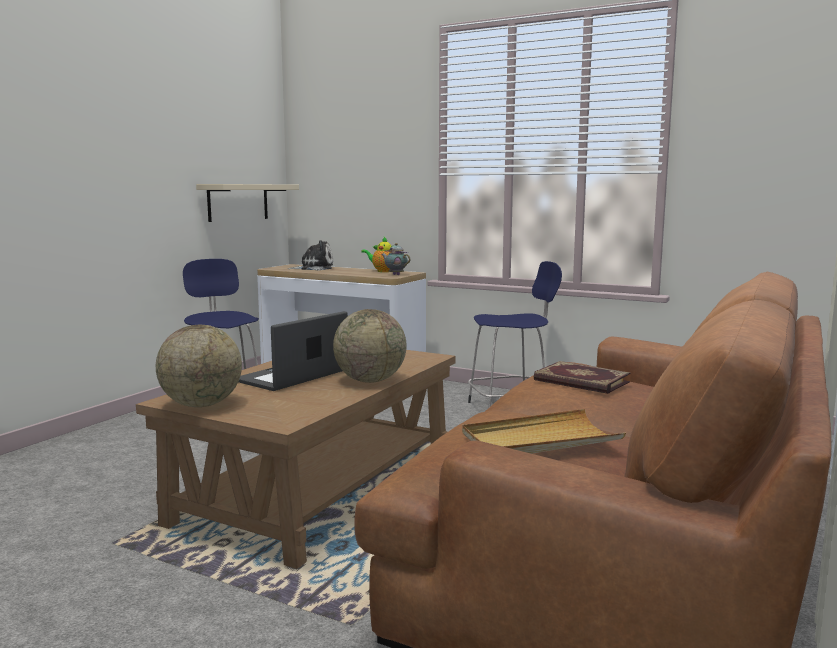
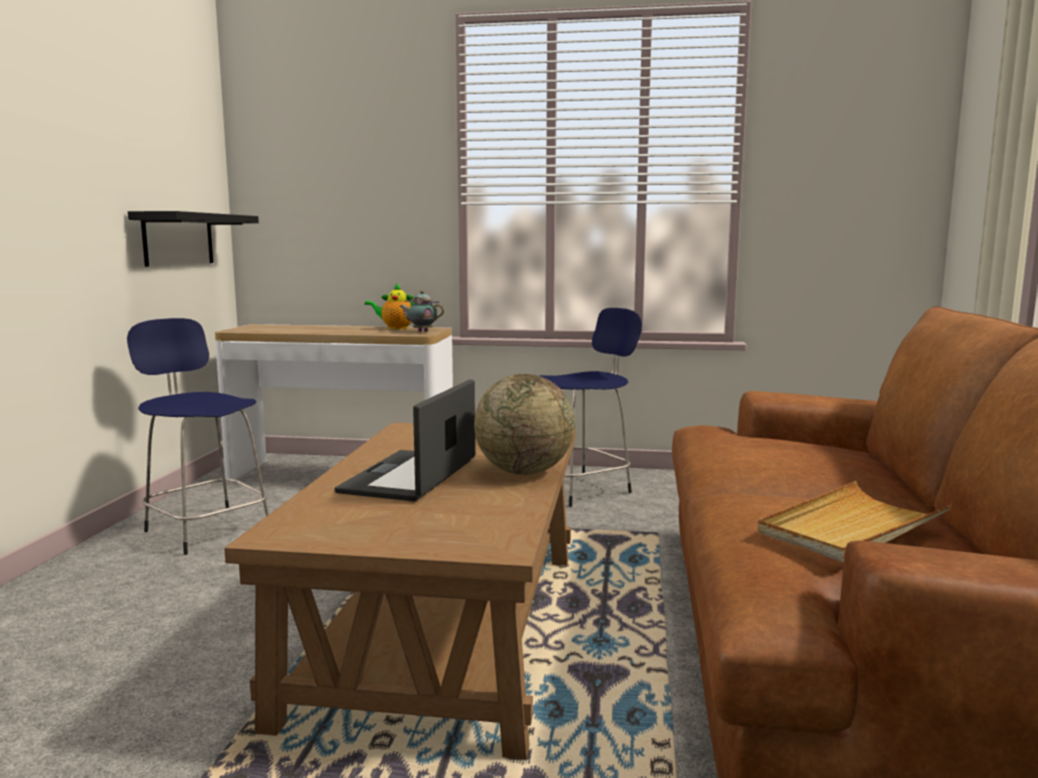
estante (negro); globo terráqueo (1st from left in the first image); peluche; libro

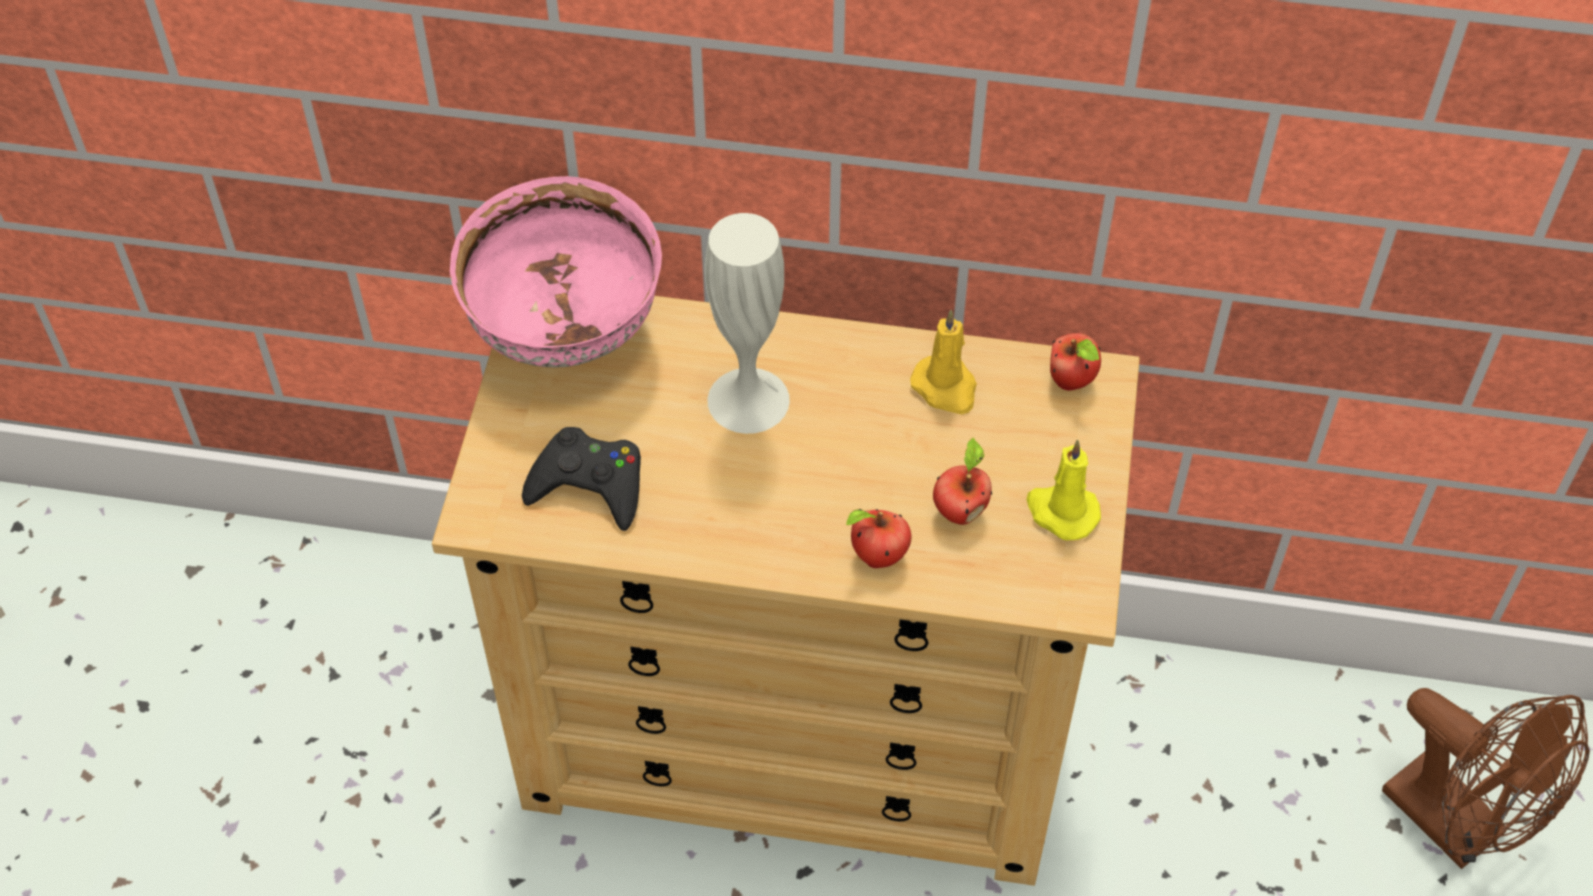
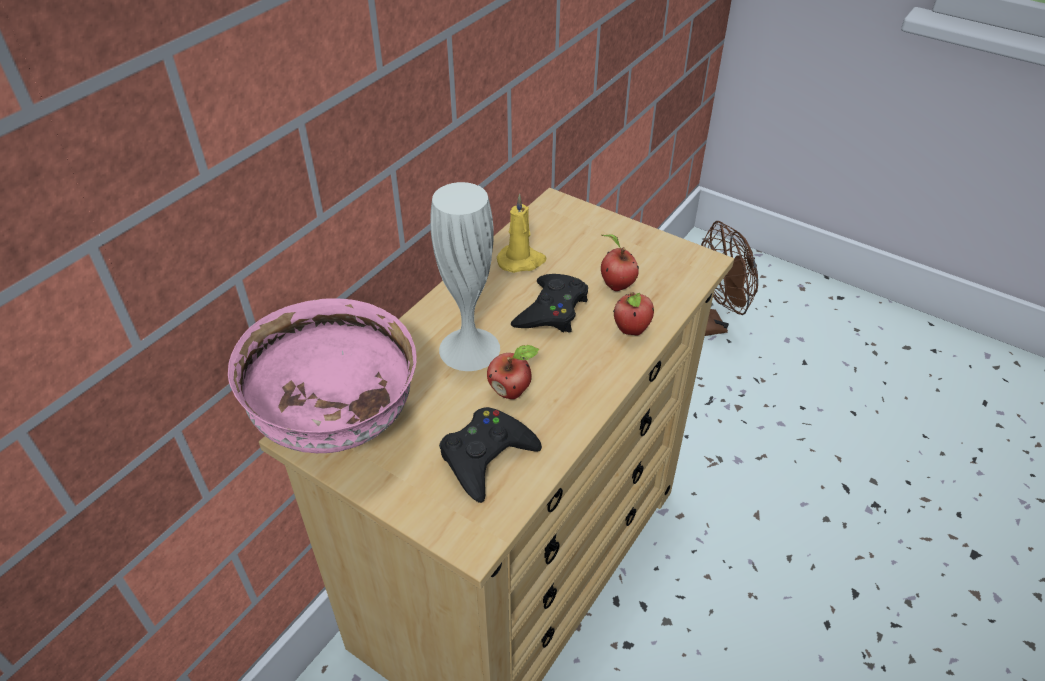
manzana (1st from left); mando de consola (negro) (2nd from left); vela (amarillo) (2nd from left in the first image)

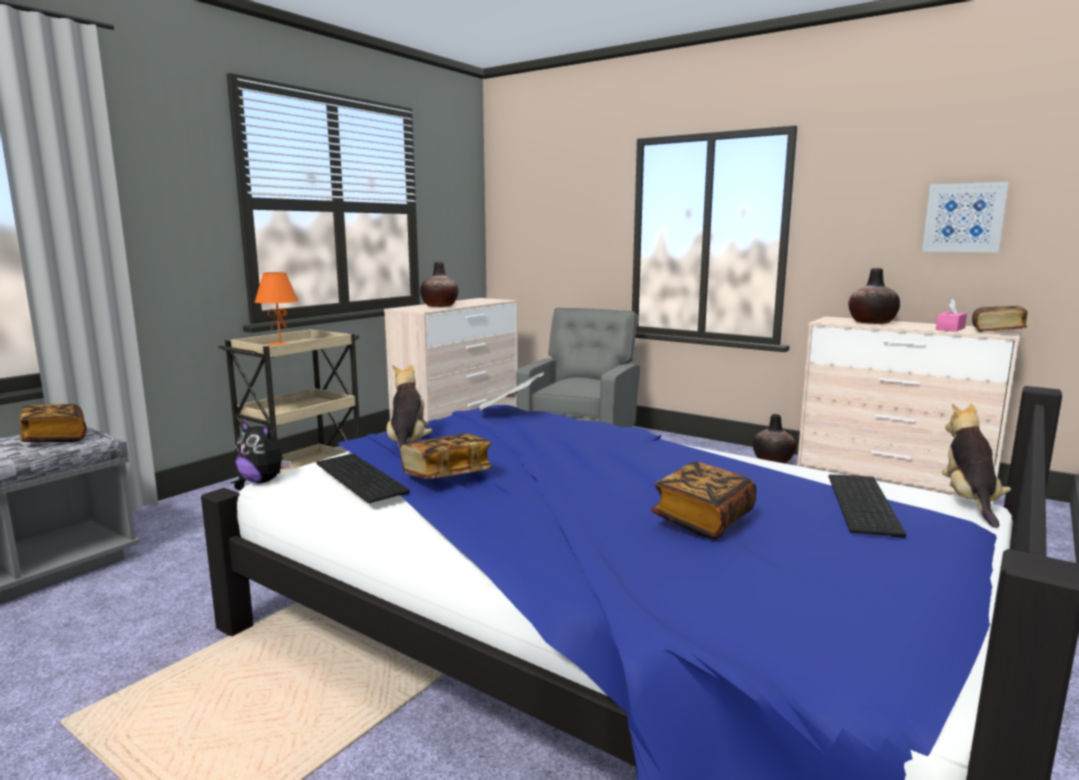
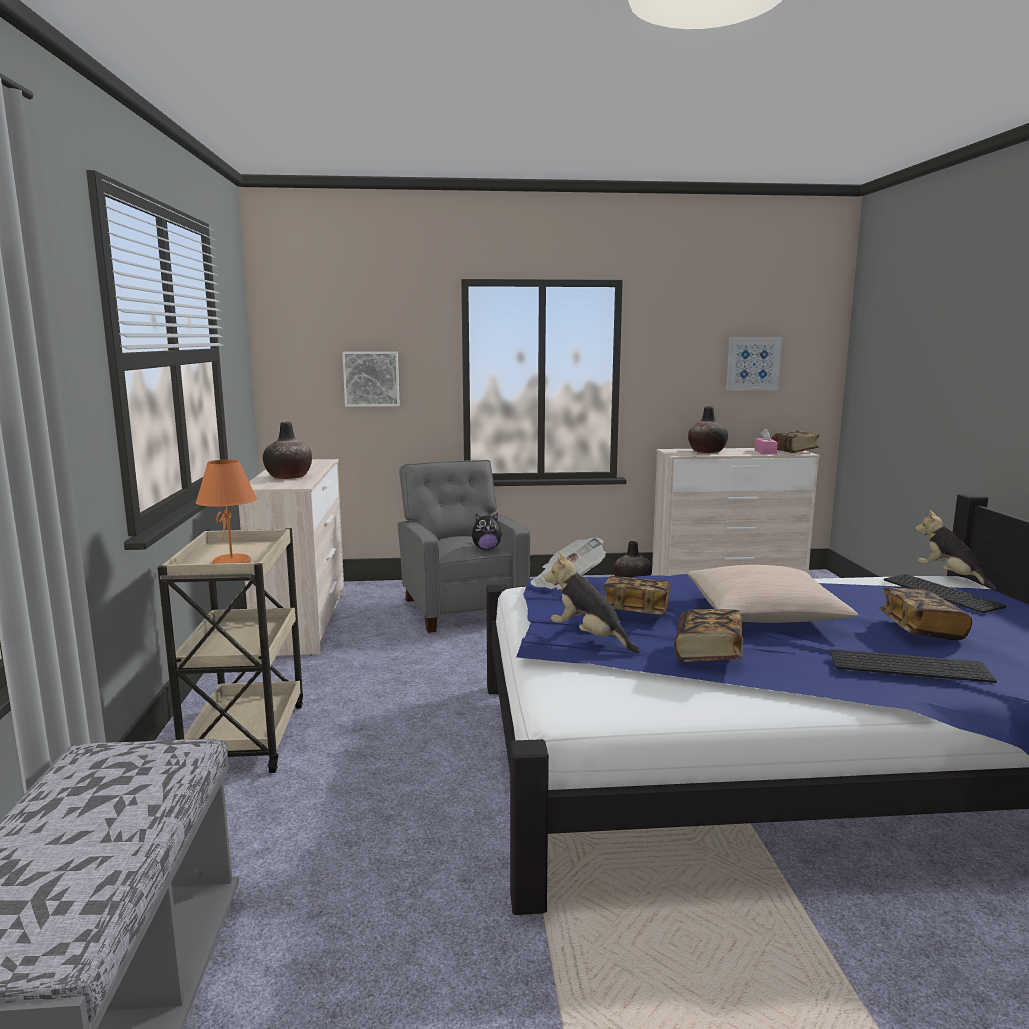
cuadro (1st from left); peluche (1st from left); libro (1st from left); cojín (beis); teclado (1st from left)

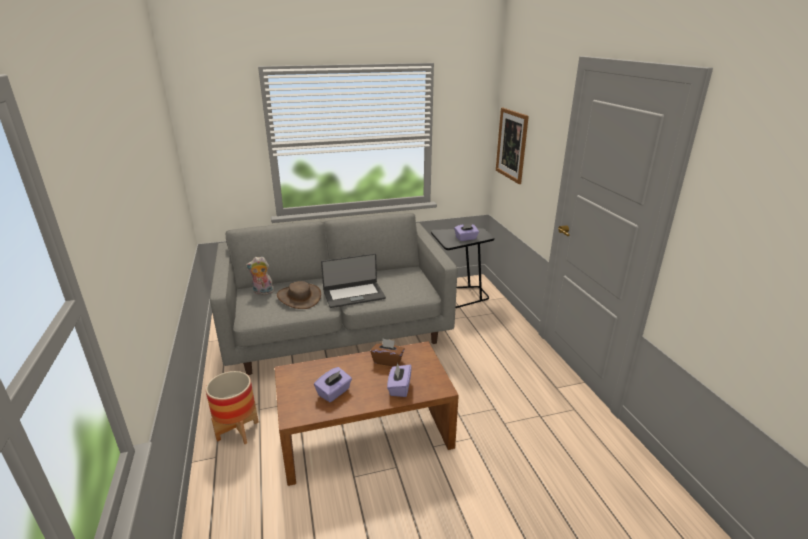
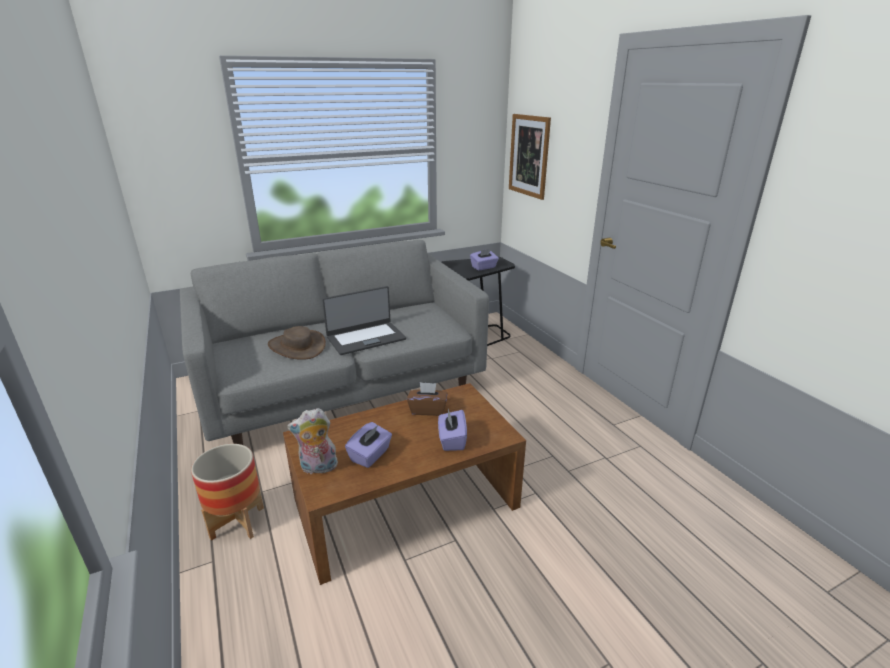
peluche

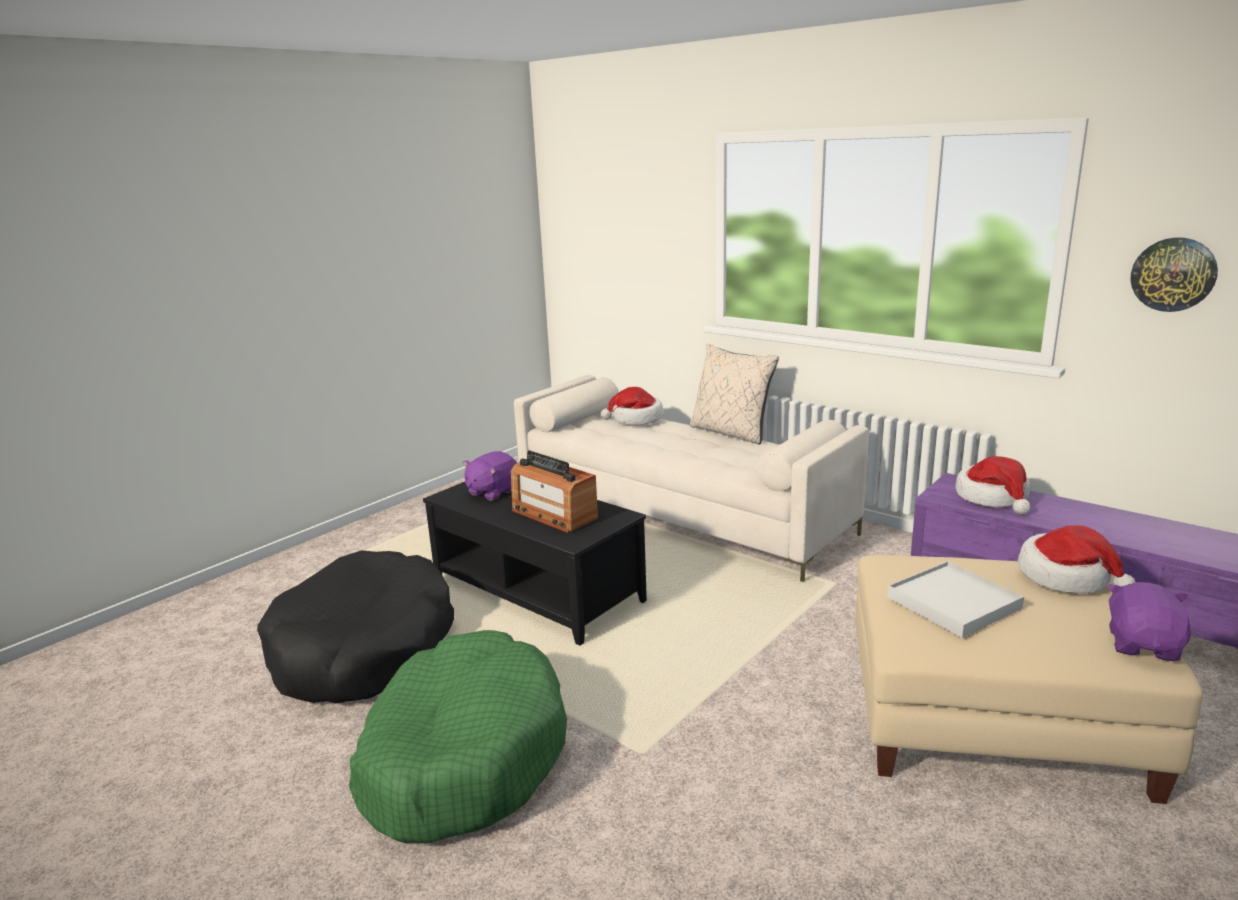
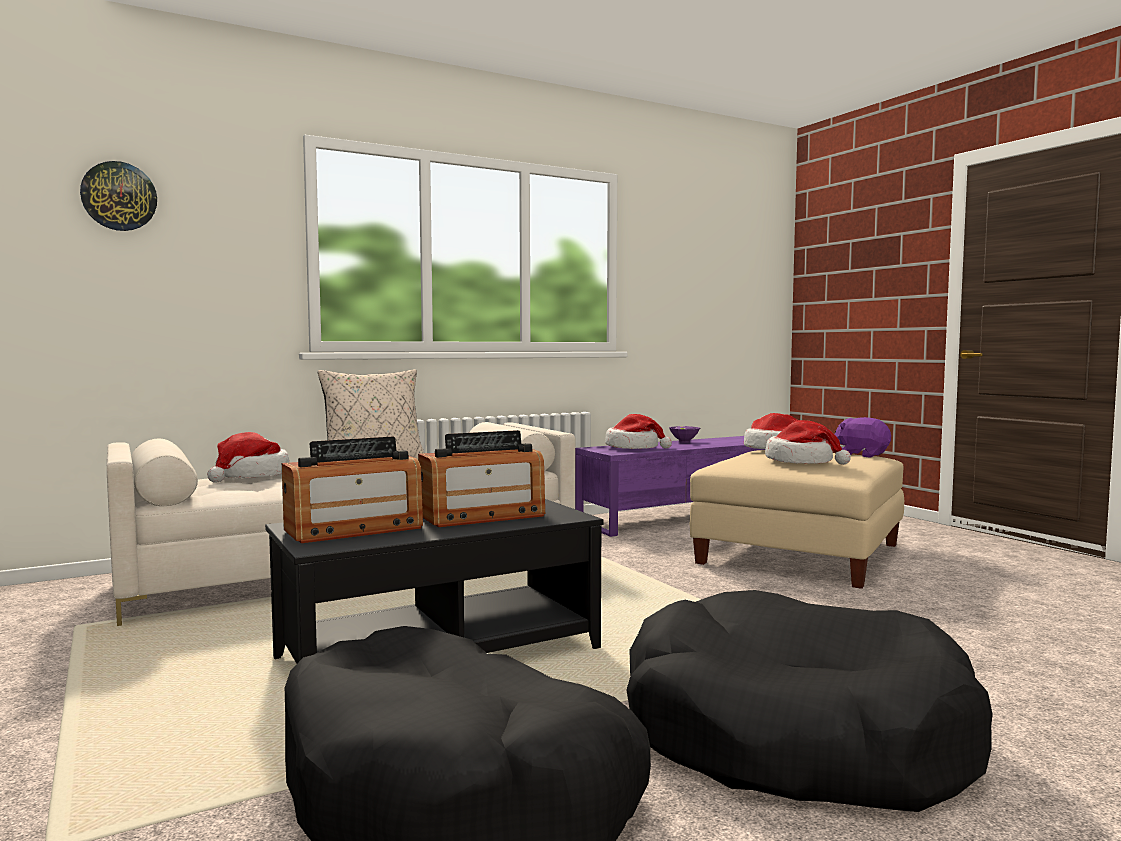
reloj de pared; radio (1st from left); cama para perro (negro) (2nd from left); cuenco (morado); sombrero (4th from left)

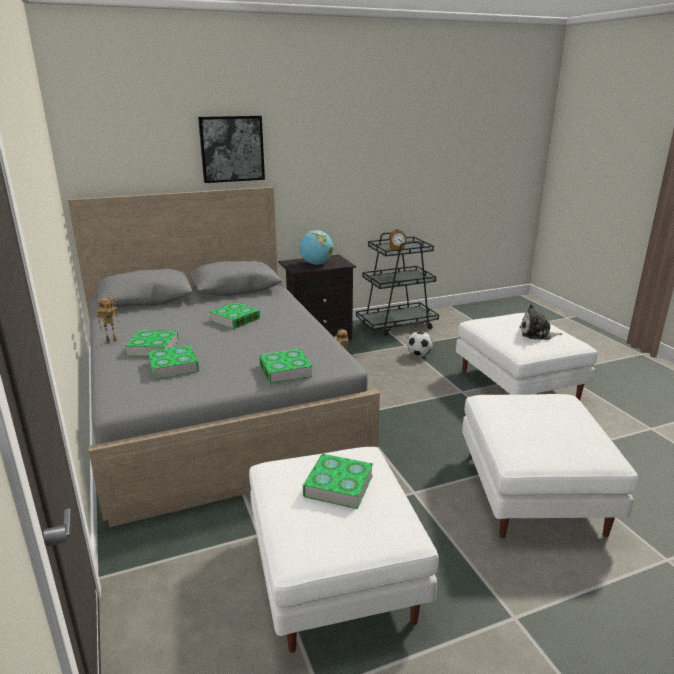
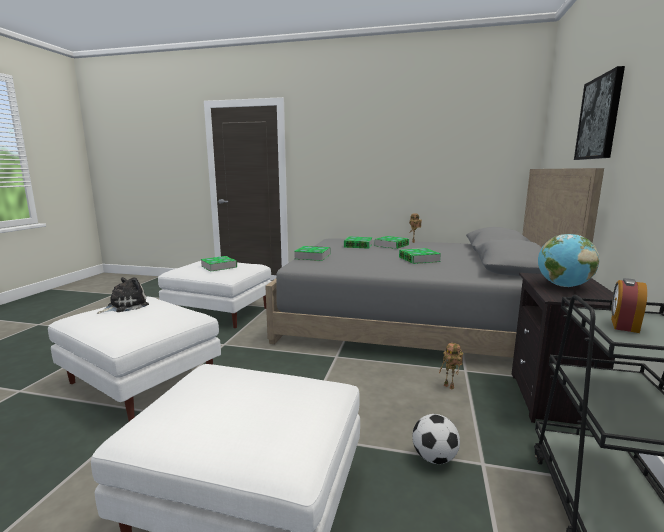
peluche

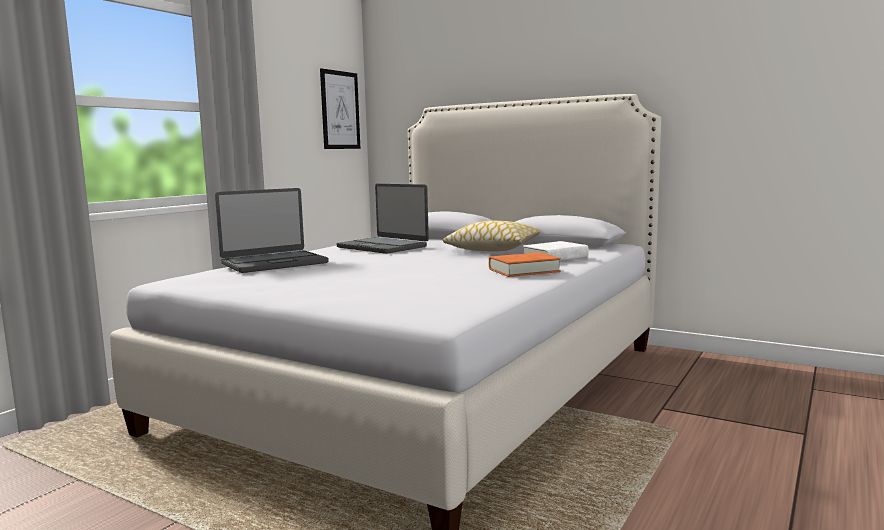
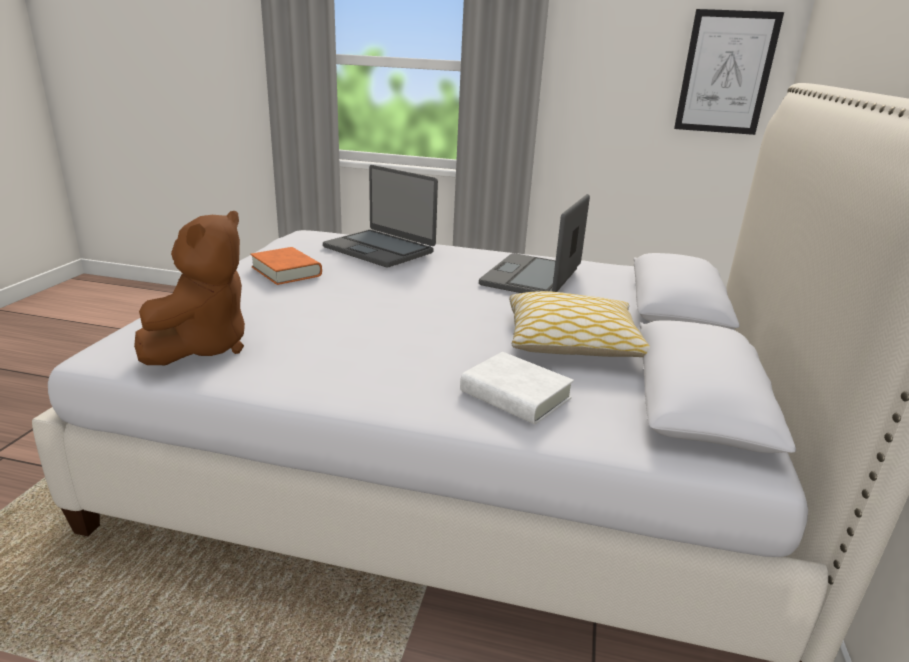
peluche (marrón); libro (naranja)

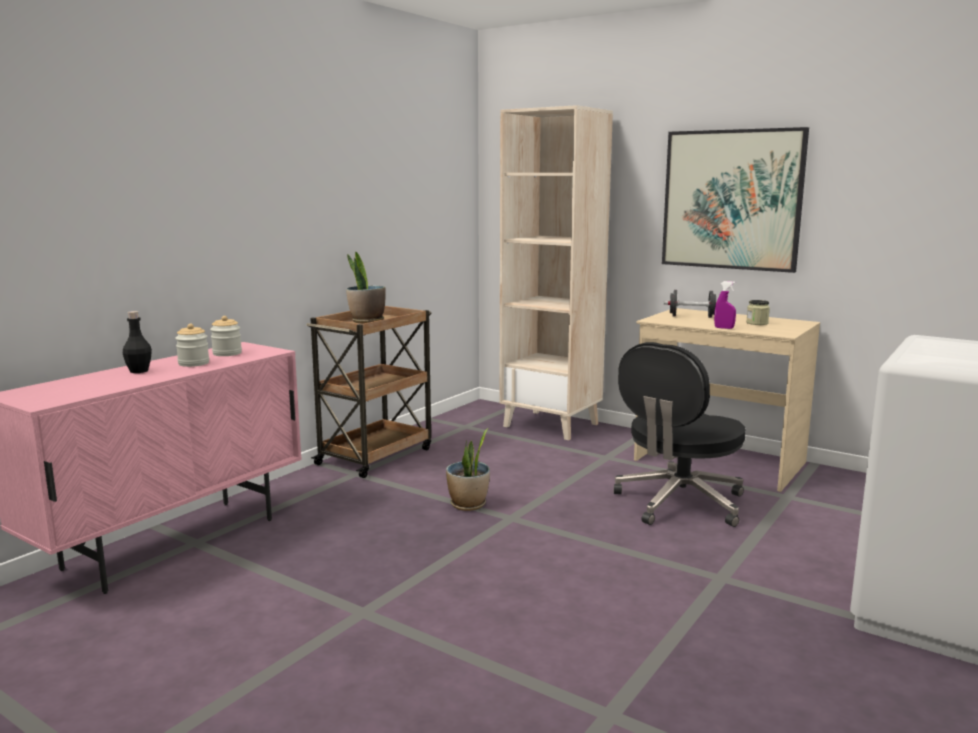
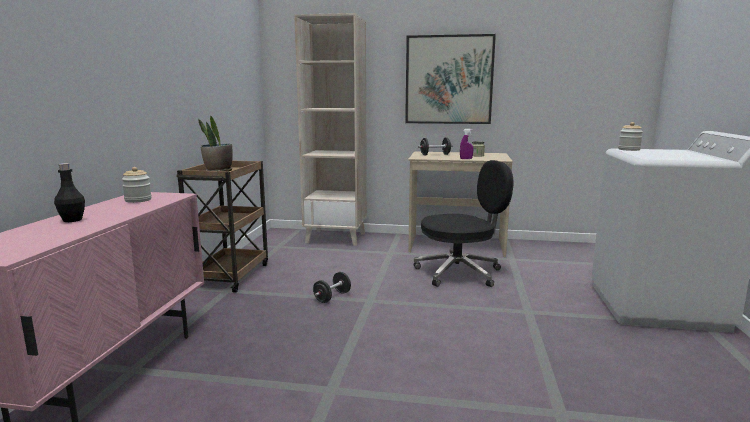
mancuerna (negro) (1st from left); silla de oficina (negro); tarro (3rd from left)

